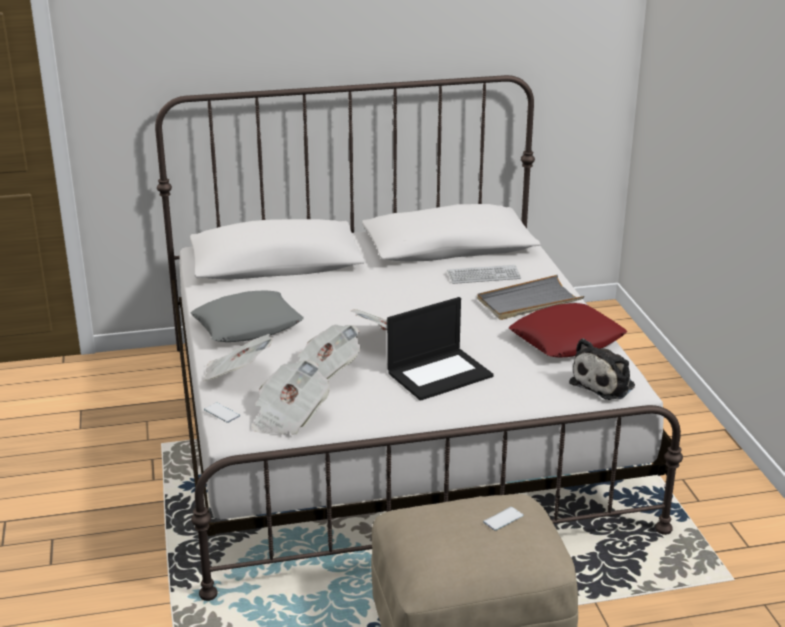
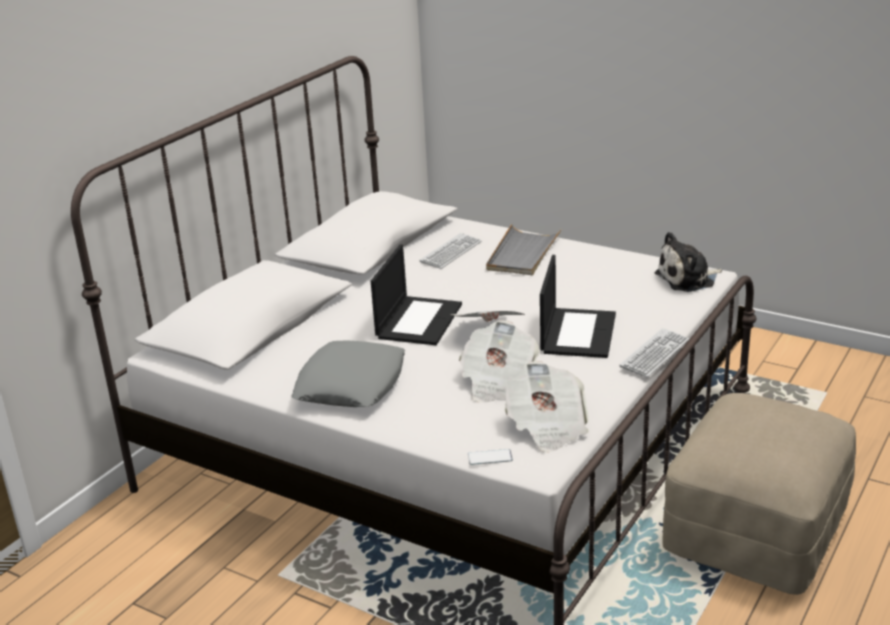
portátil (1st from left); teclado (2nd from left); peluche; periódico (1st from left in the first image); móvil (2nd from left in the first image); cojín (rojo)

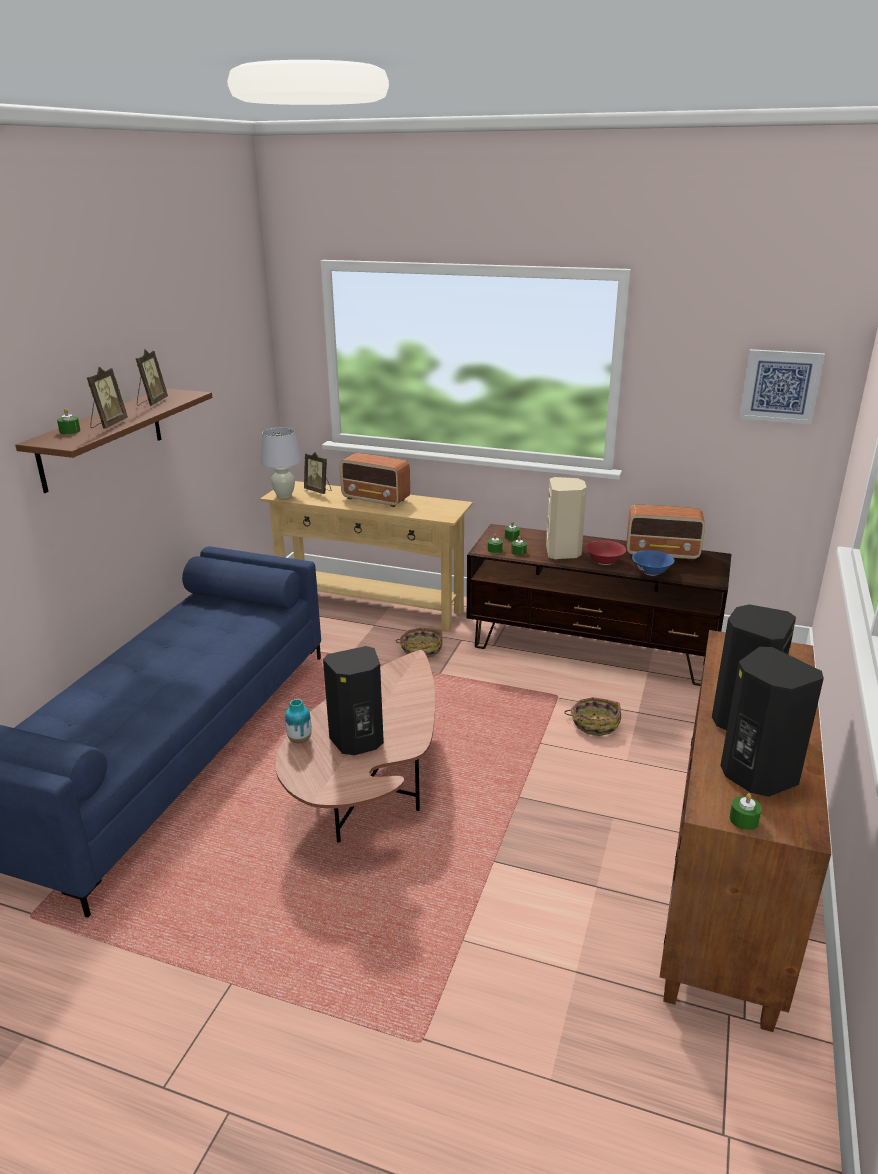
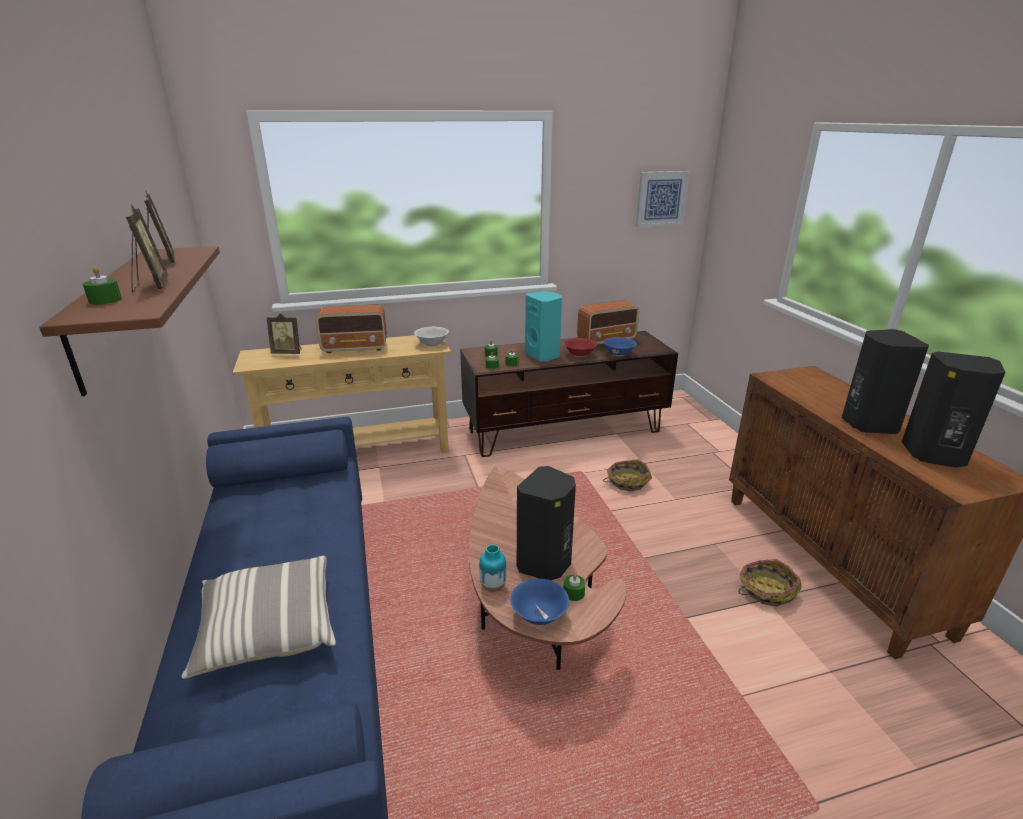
cojín; cuenco (blanco); cuenco (azul) (1st from left); altavoz (turquesa); vela (verde) (5th from left); cesta (2nd from left); lámpara de mesa (blanco)

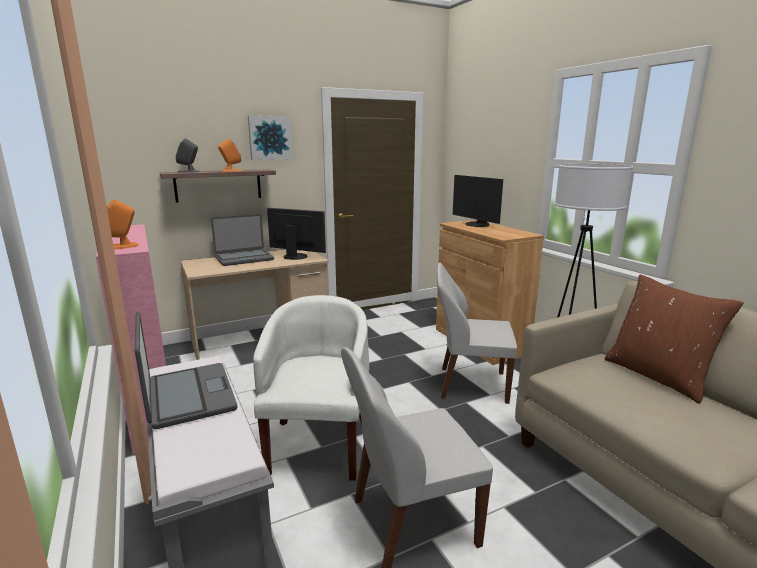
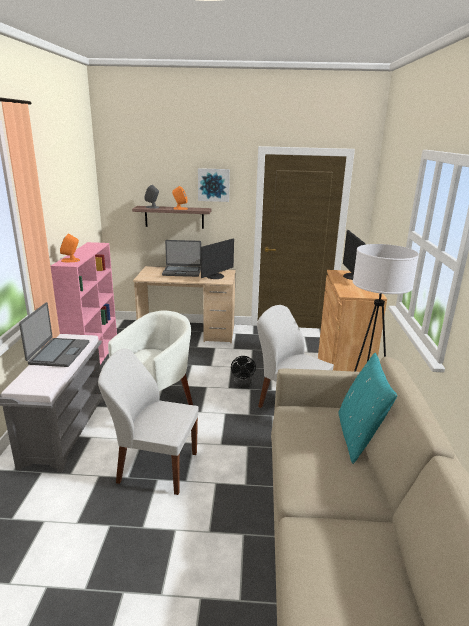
monitor (1st from left); ventilador (negro); cojín (turquesa)

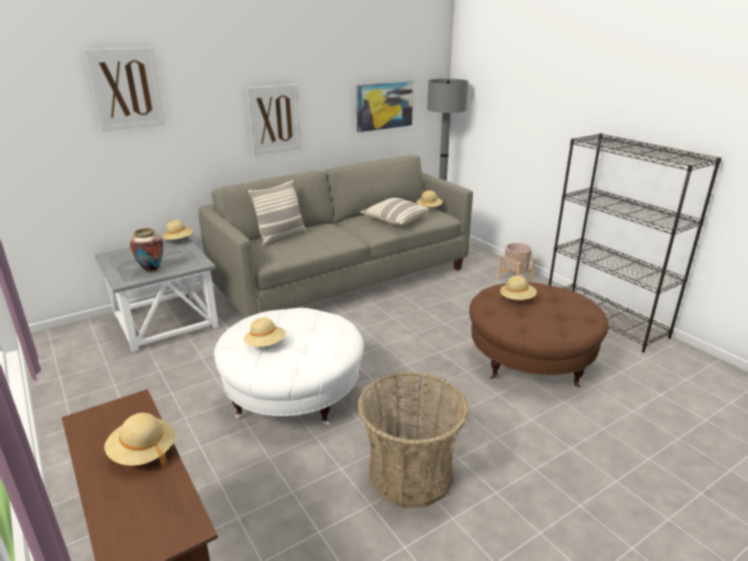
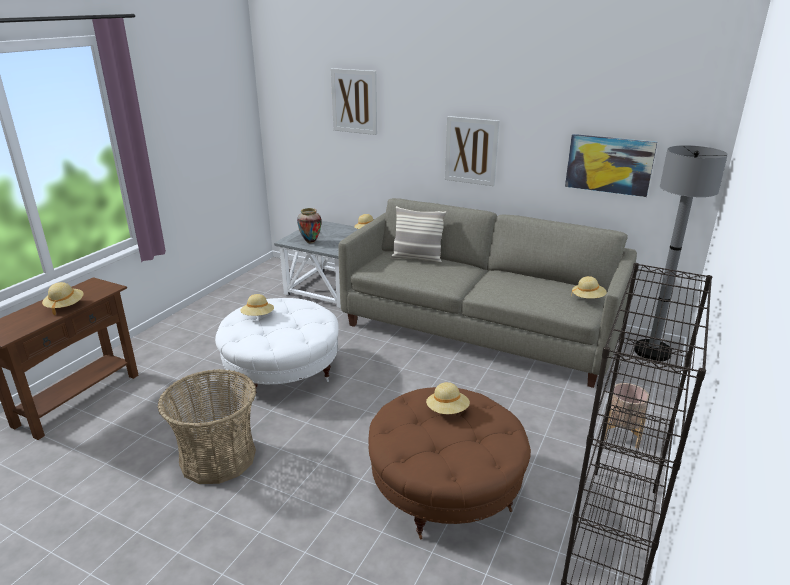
cojín (2nd from left in the first image)

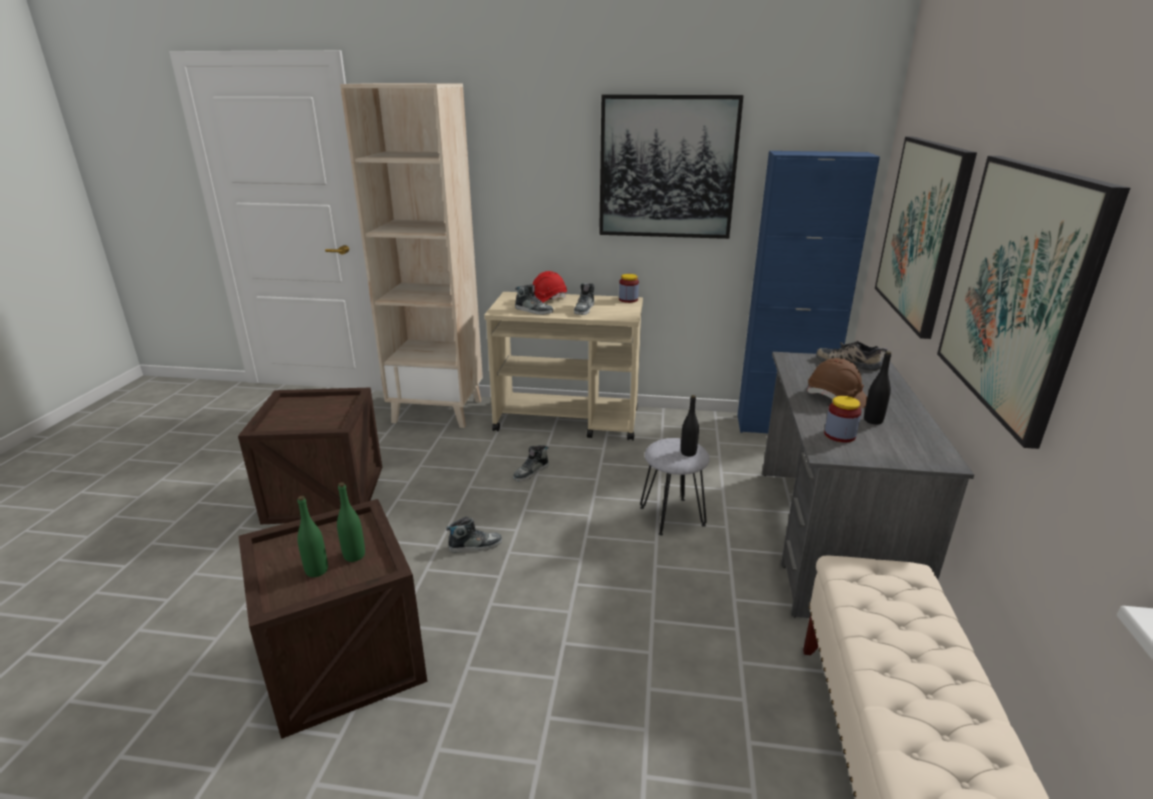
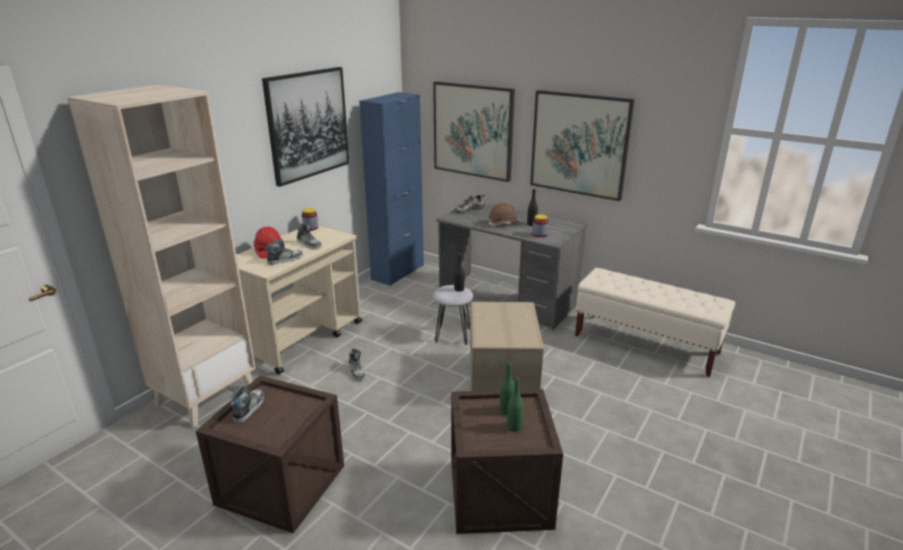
zapato (1st from left); caja de cartón

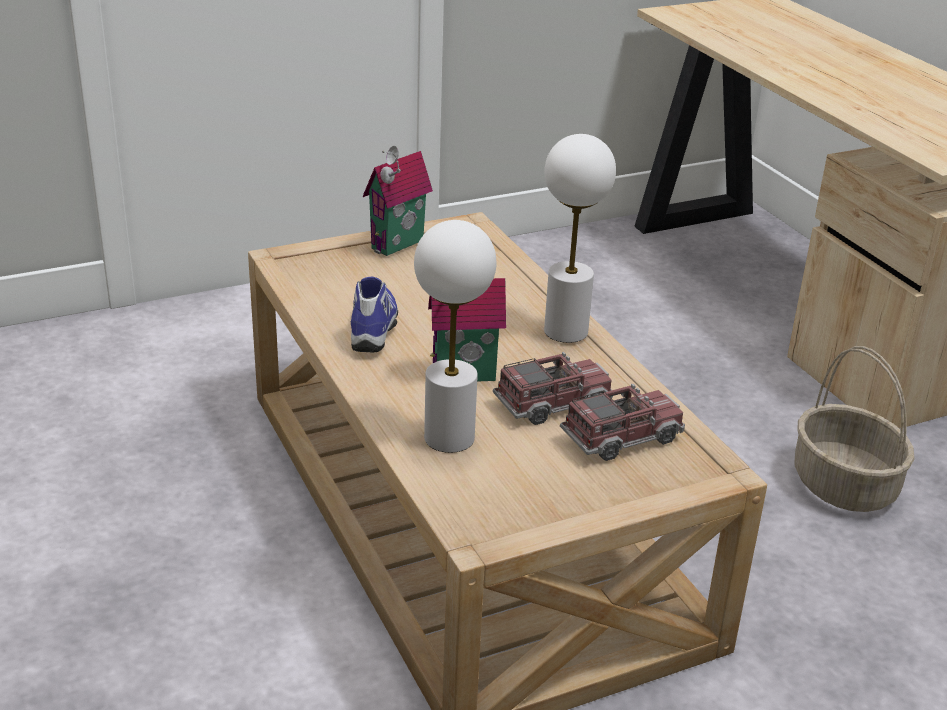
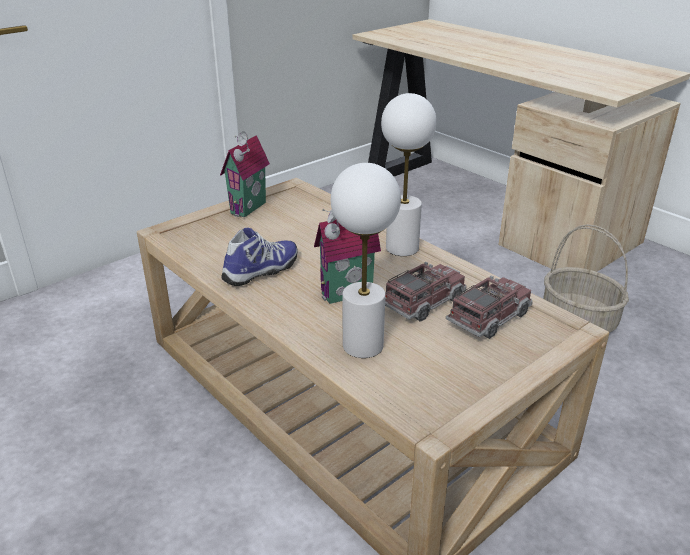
zapato

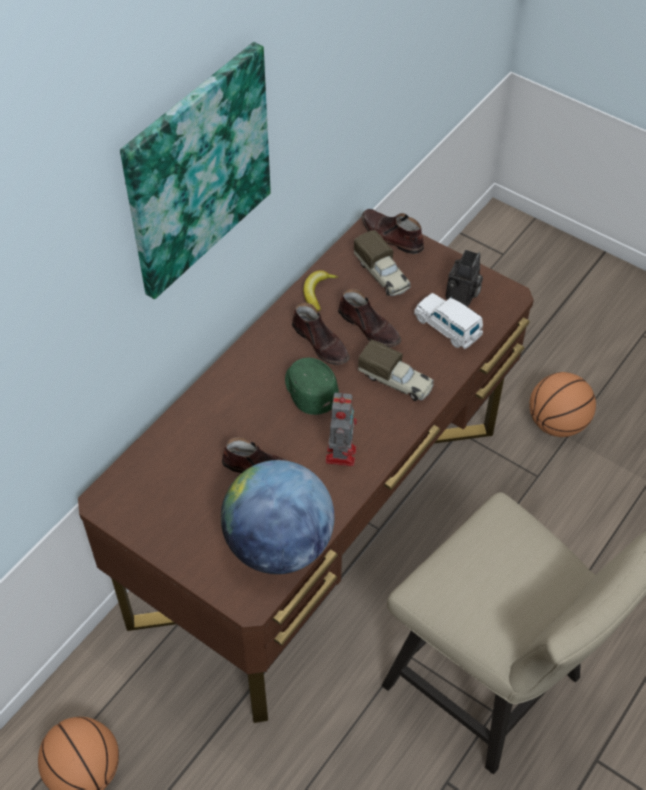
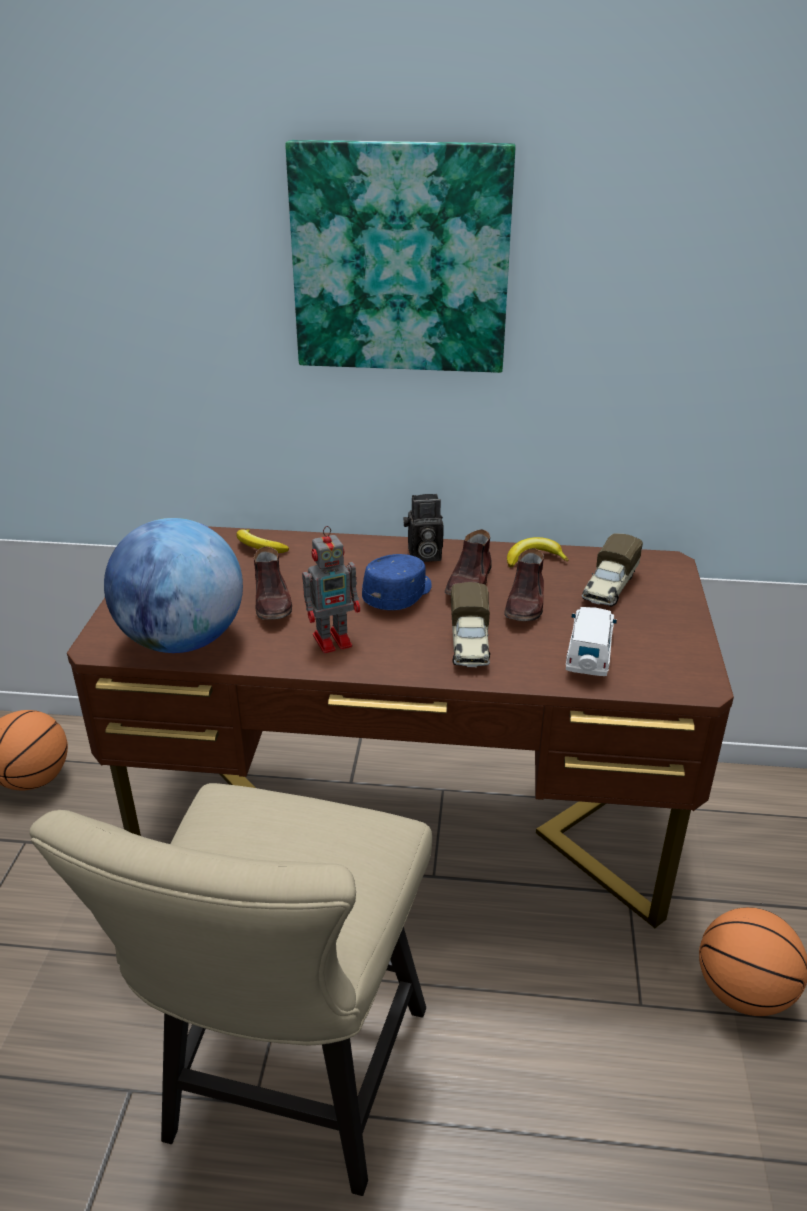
plátano (1st from left); gorra (azul); cámara; zapato (marrón) (4th from left in the first image)

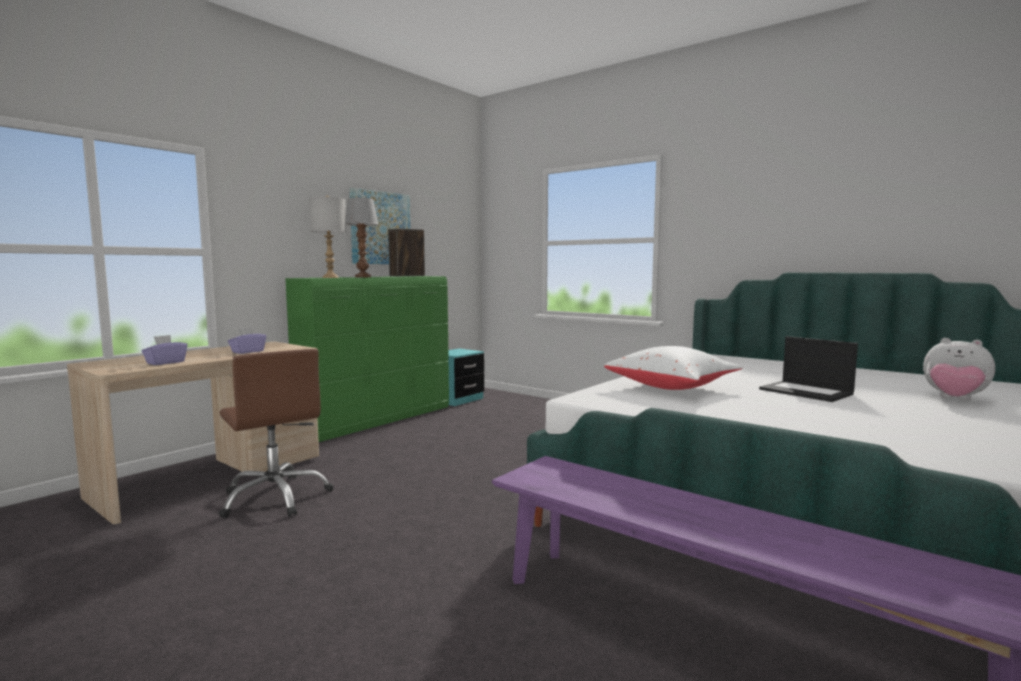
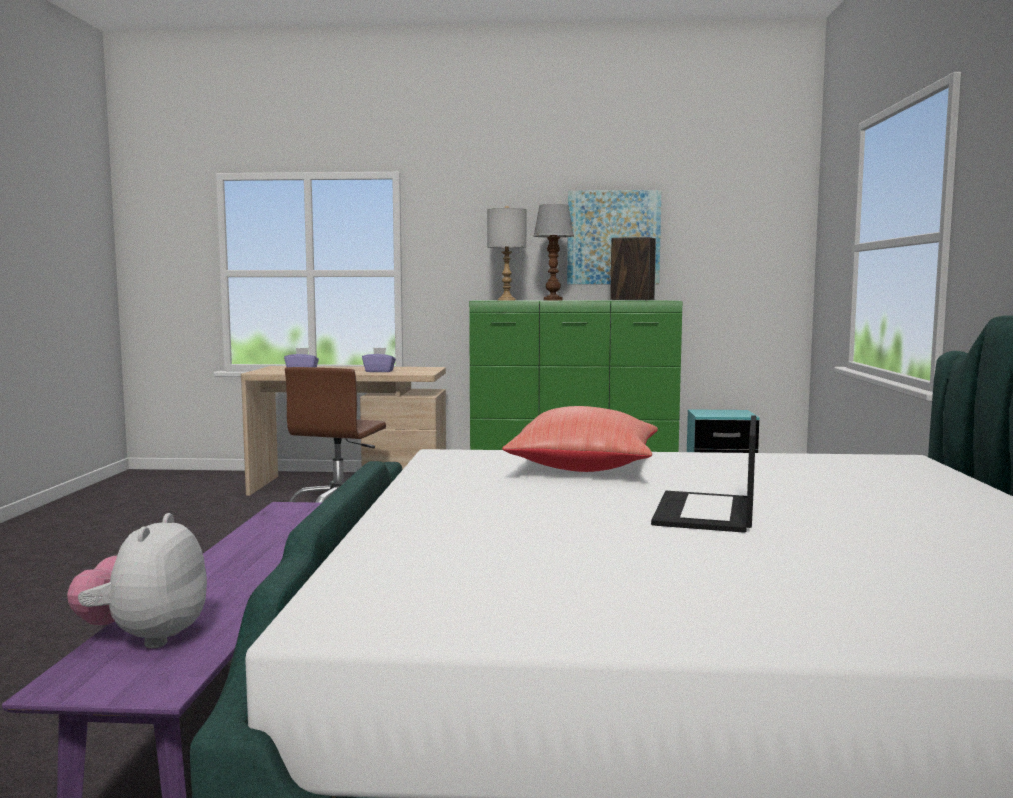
peluche; cojín (rojo)

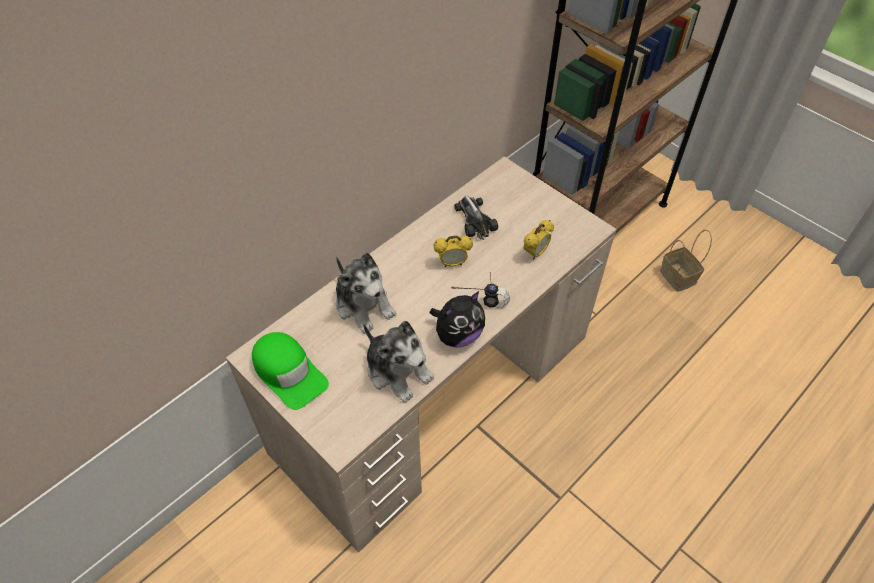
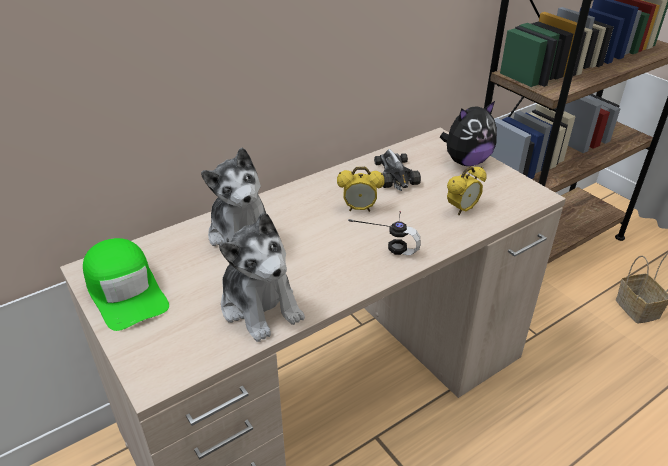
peluche (3rd from left)

